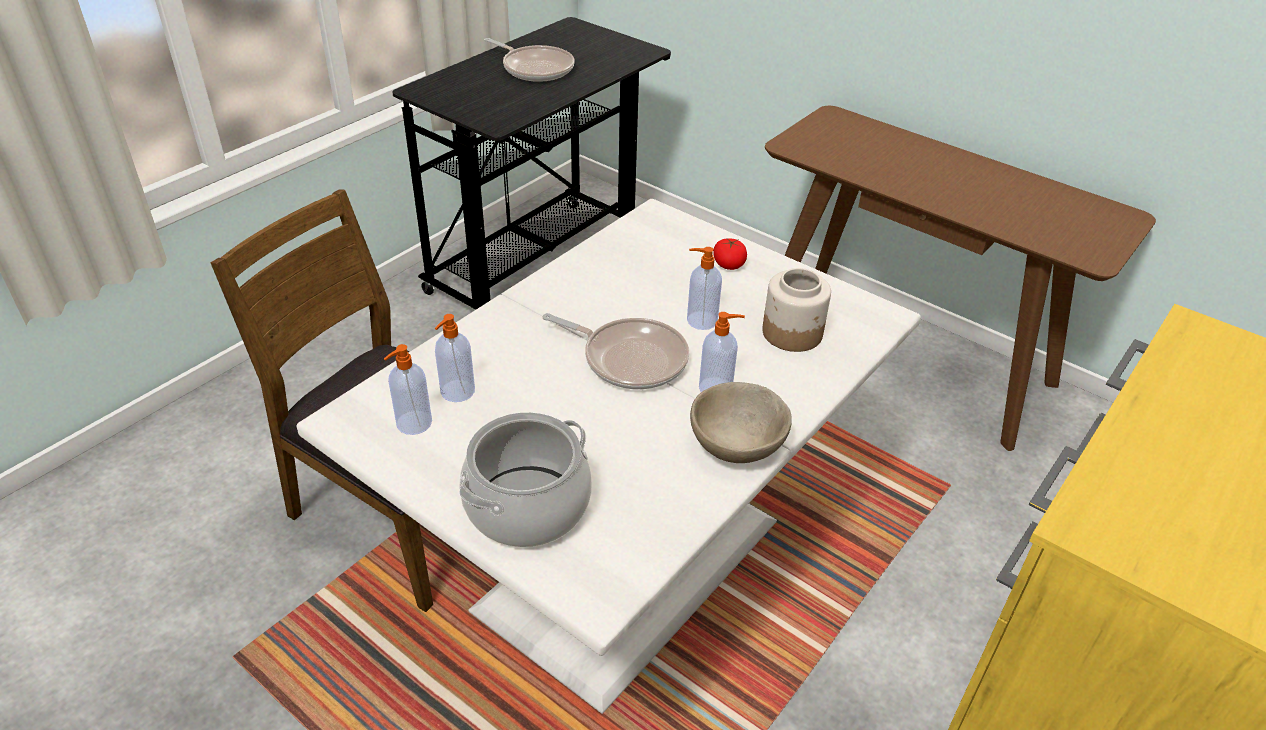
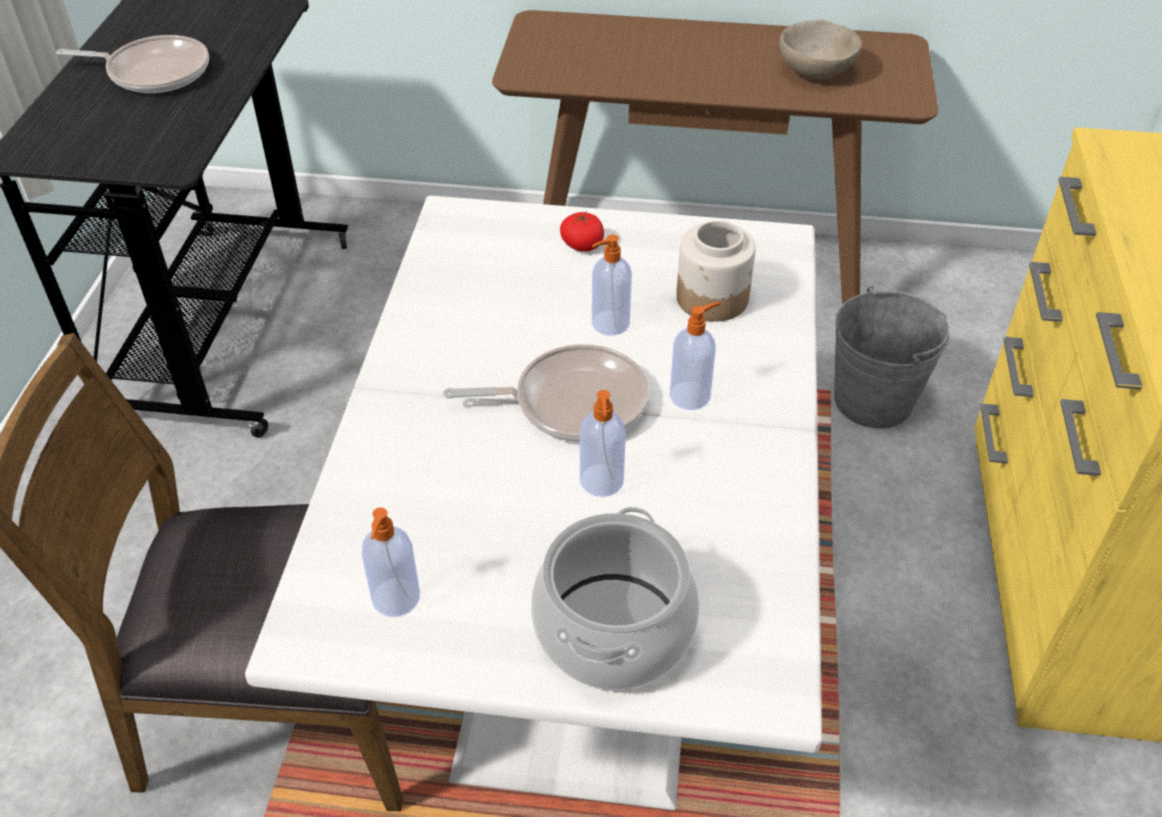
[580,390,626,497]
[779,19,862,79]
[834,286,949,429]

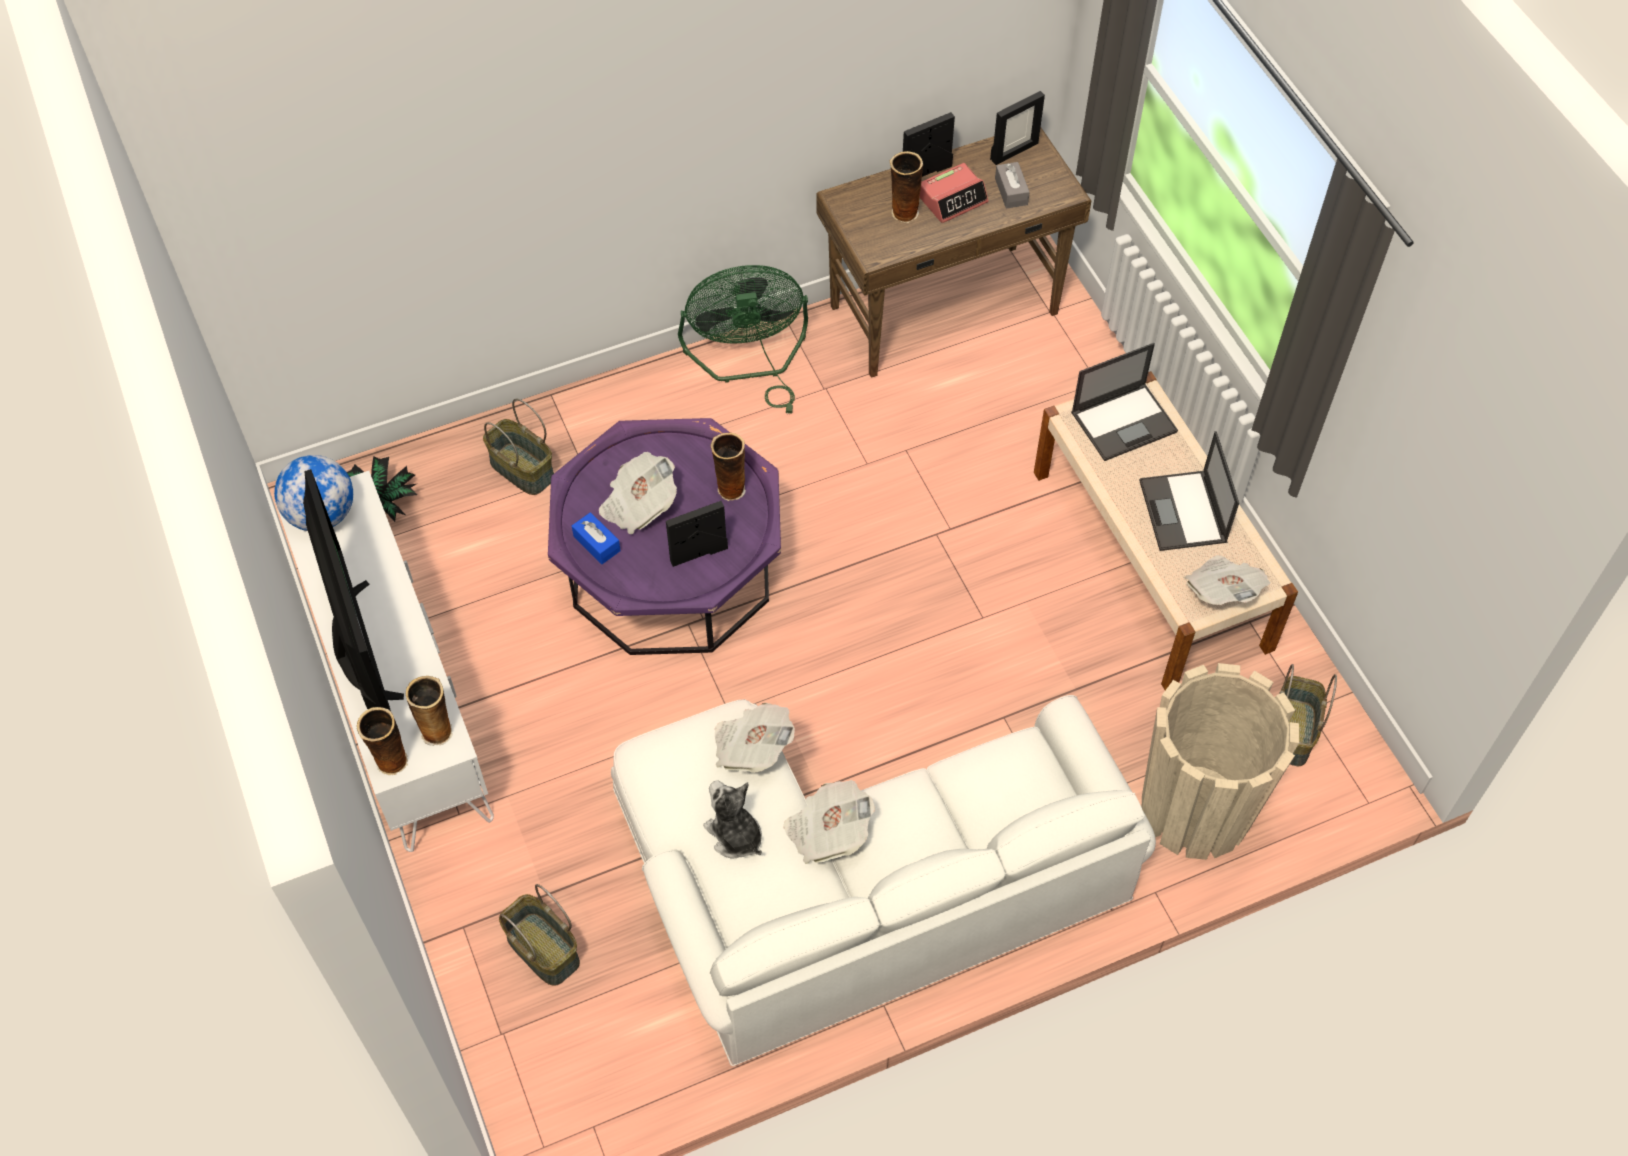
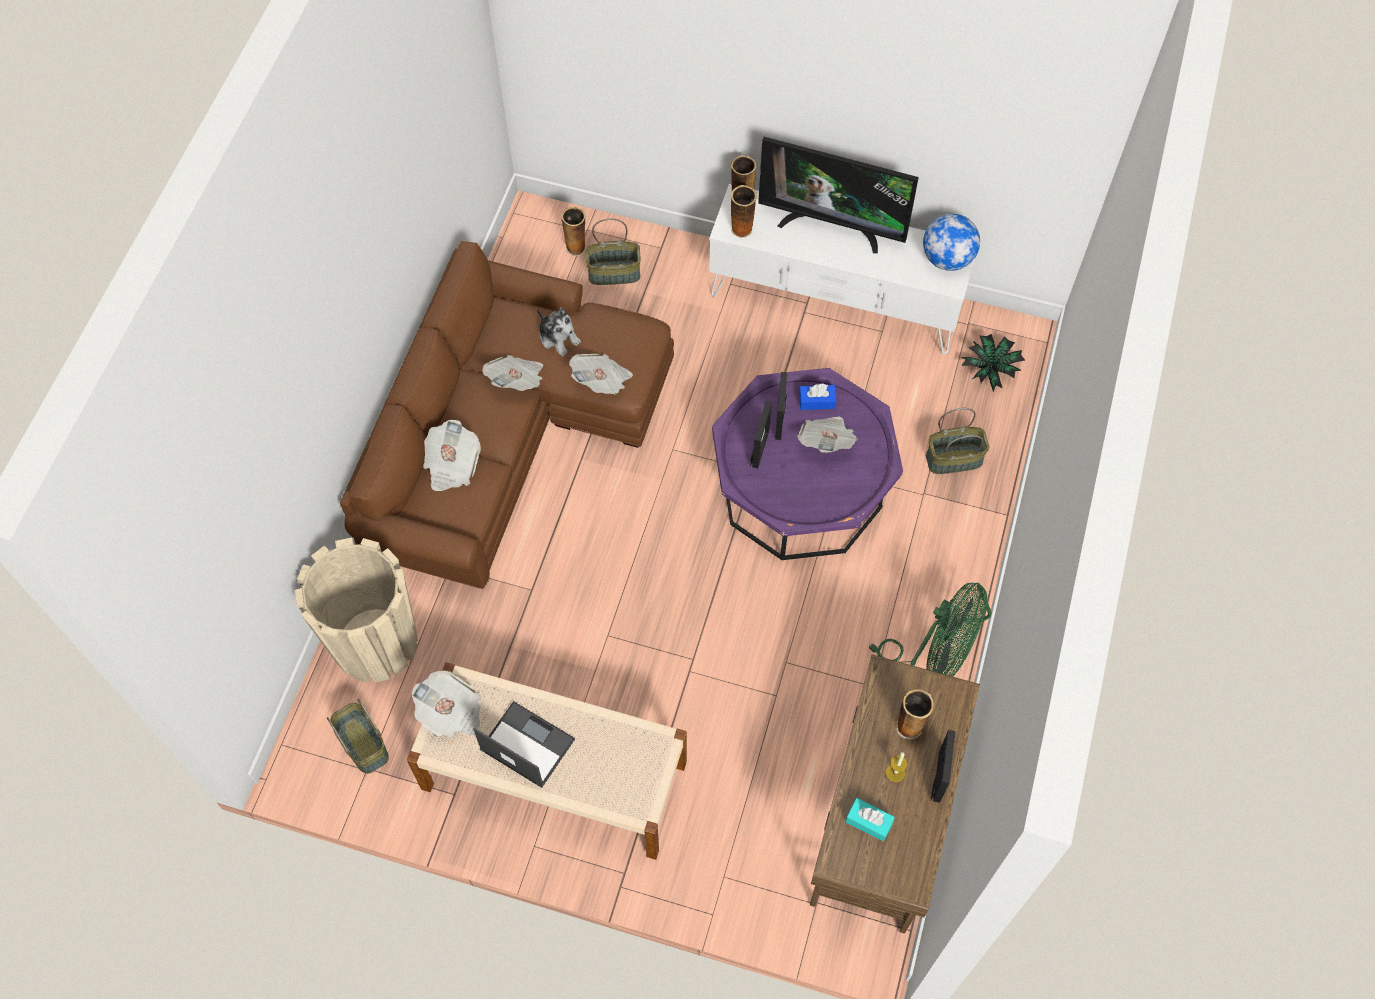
[340,241,674,589]
[537,307,581,357]
[561,207,586,256]
[886,752,907,782]
[775,372,787,440]
[845,798,895,841]
[1071,343,1178,461] (first image)
[423,420,481,491]

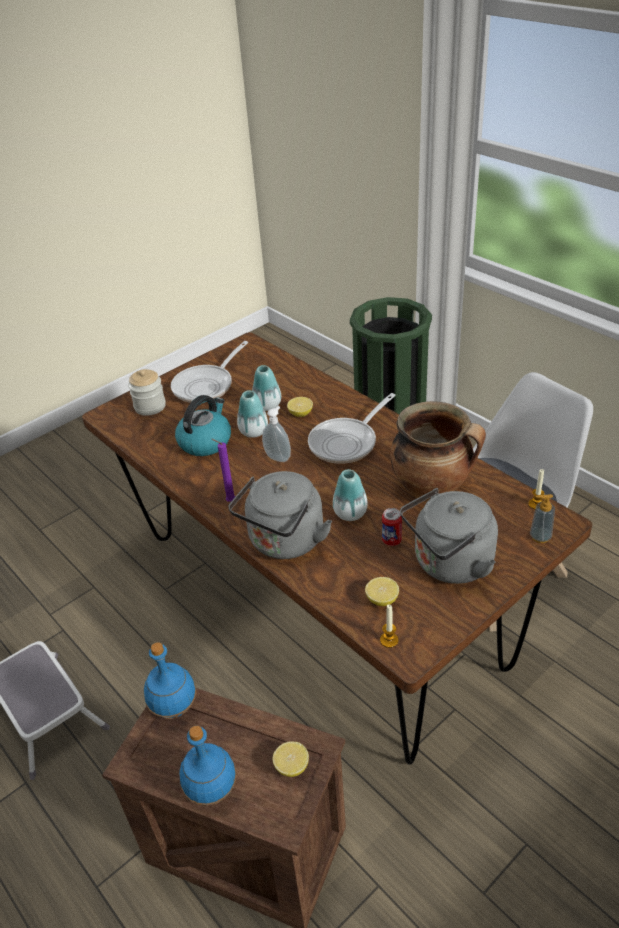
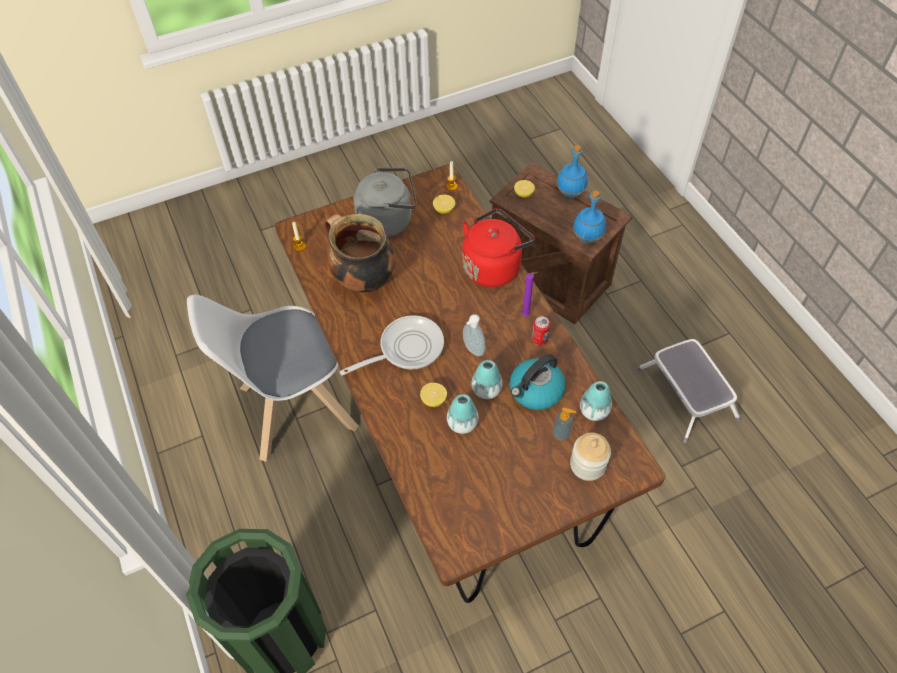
[171,341,248,403] (first image)
[462,208,535,287]
[580,381,612,421]
[532,317,550,345]
[552,407,576,441]

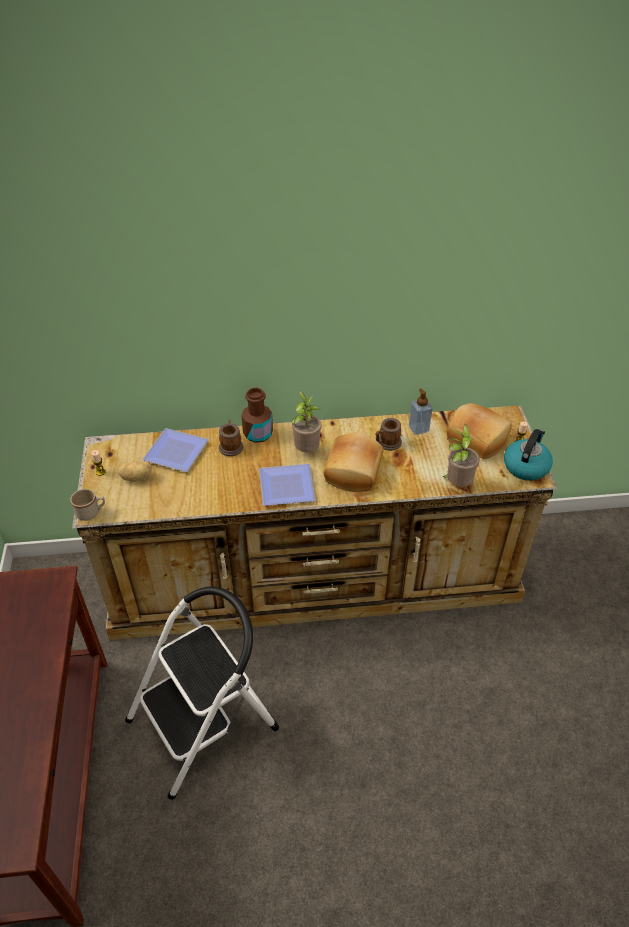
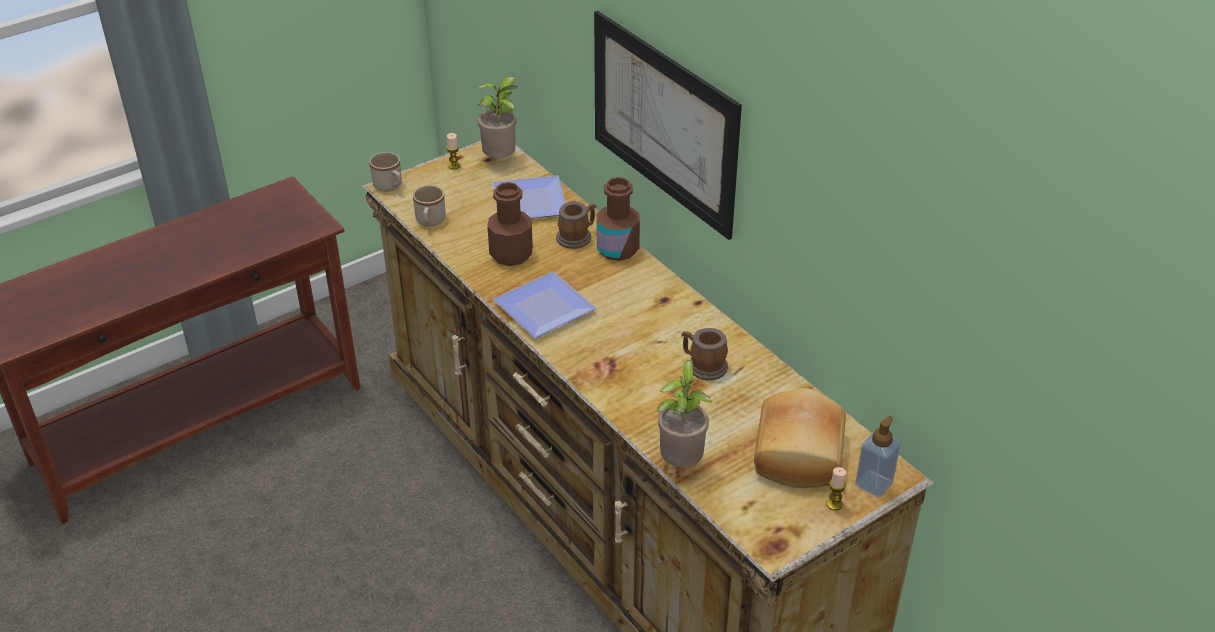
[118,461,152,482] (first image)
[125,586,279,800] (first image)
[477,76,518,158]
[324,432,383,492] (first image)
[855,416,901,497]
[504,429,553,481] (first image)
[413,185,446,226]
[487,182,533,266]
[594,10,742,240]

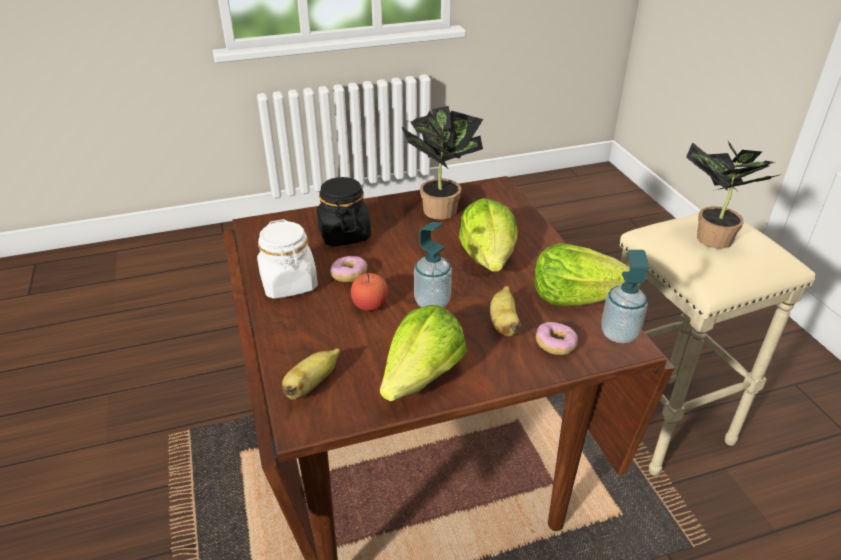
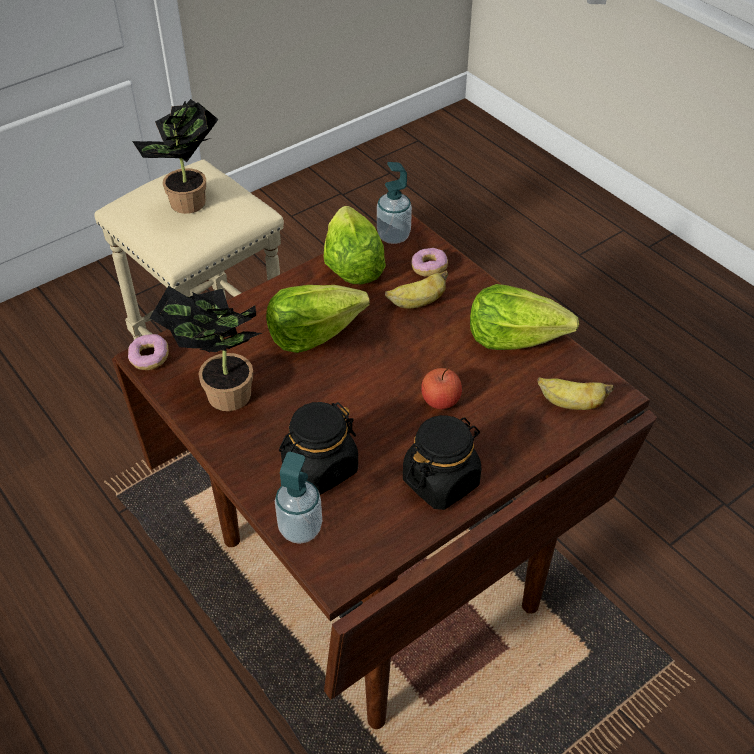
[403,415,481,510]
[128,334,169,370]
[275,452,322,544]

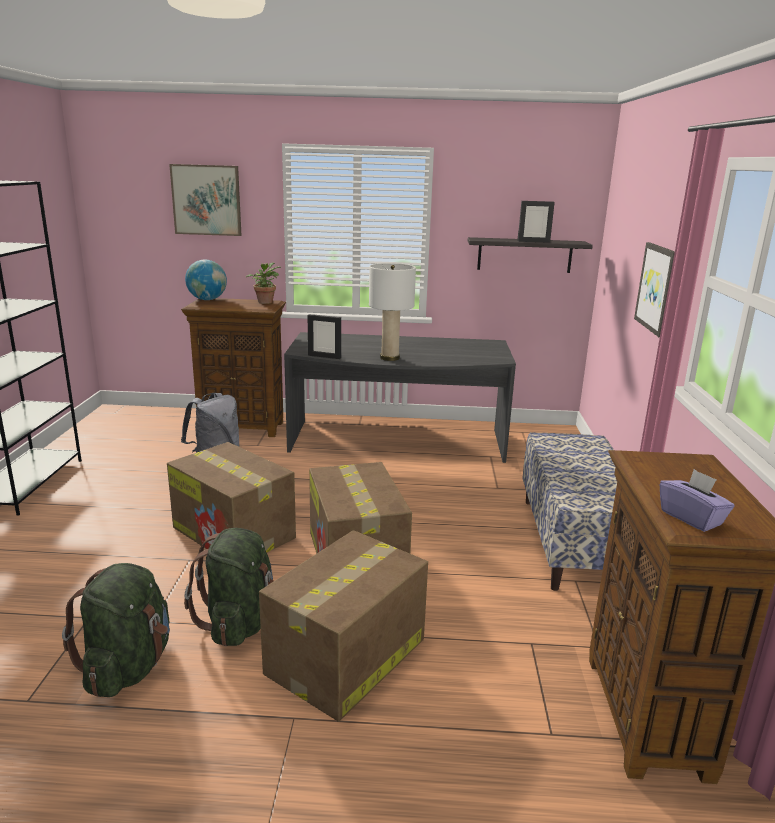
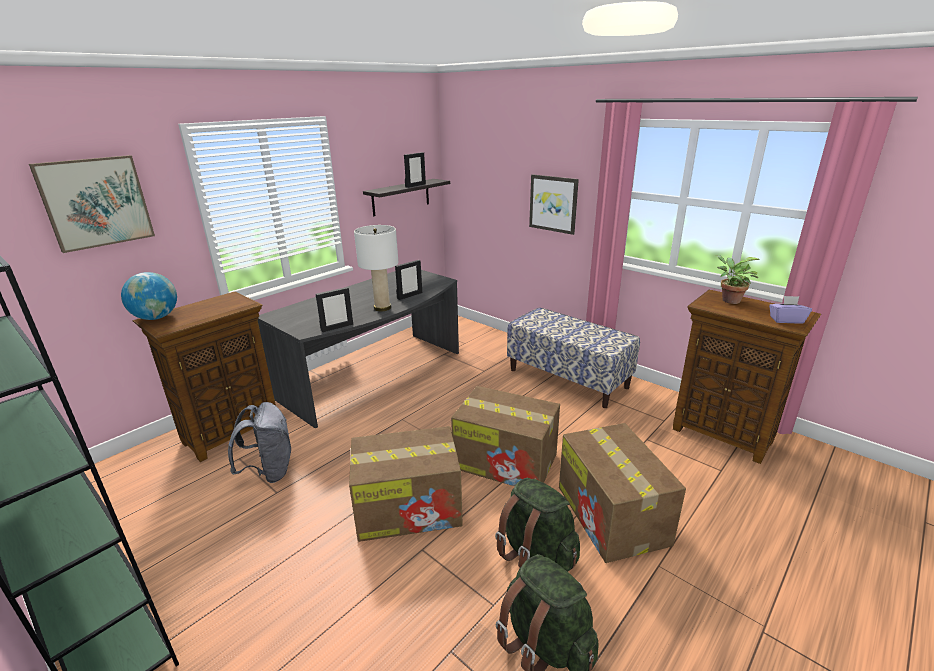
[716,255,759,304]
[395,260,422,300]

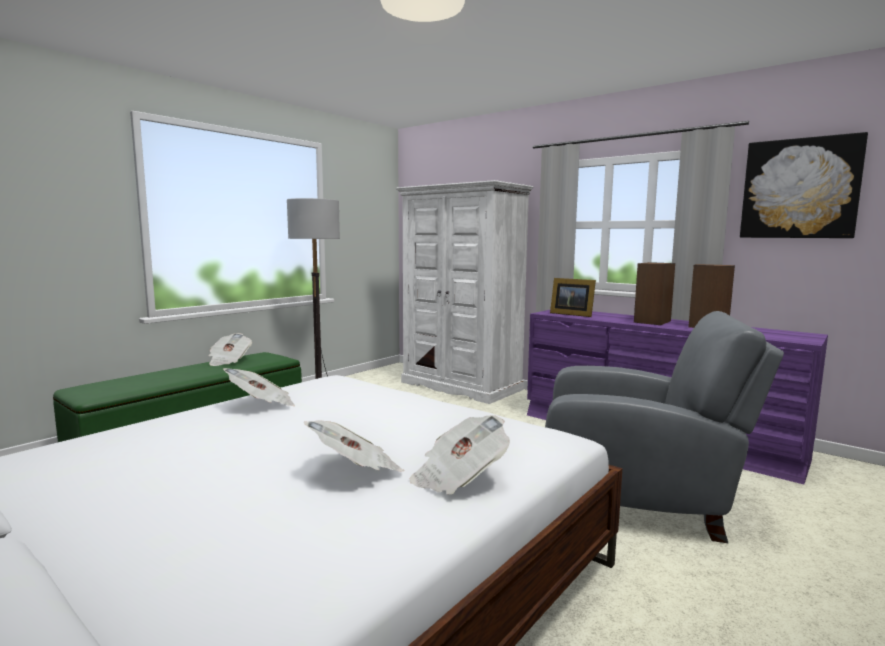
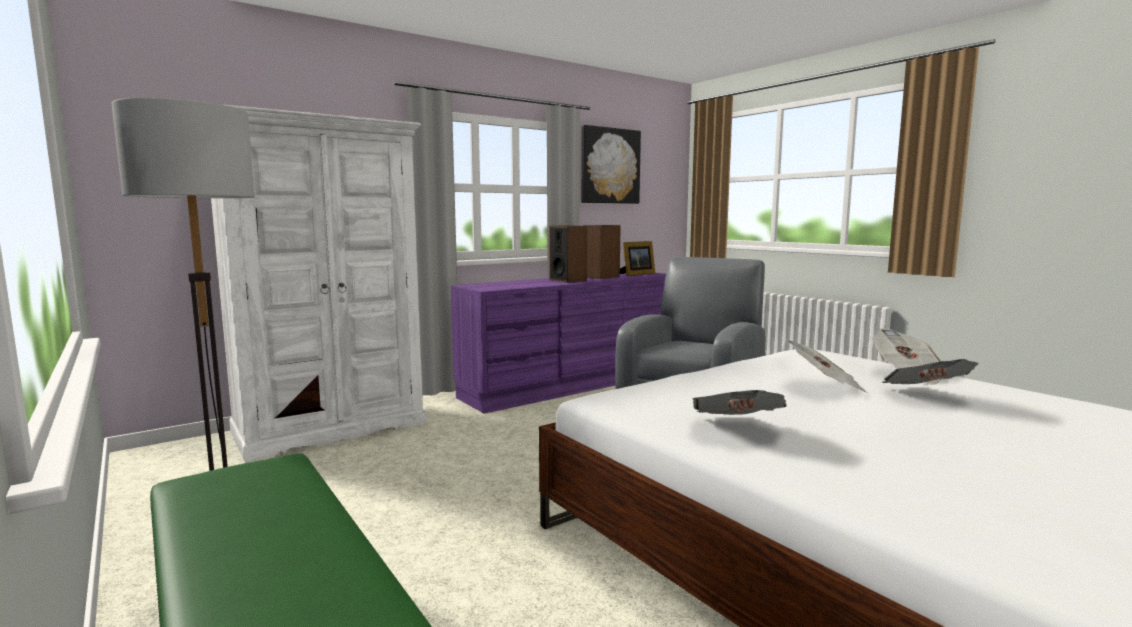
[786,339,868,393]
[620,241,655,276]

